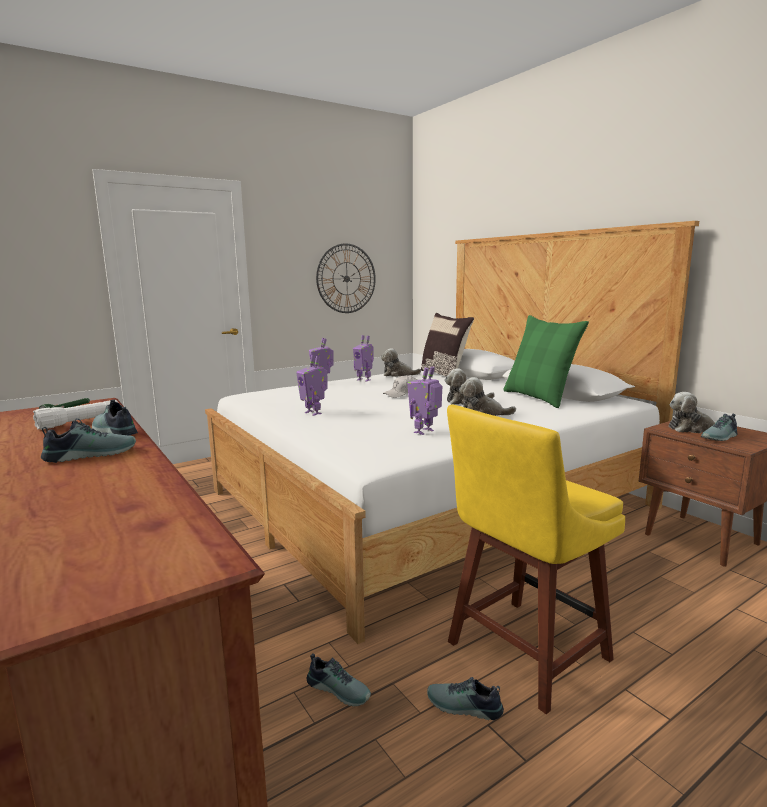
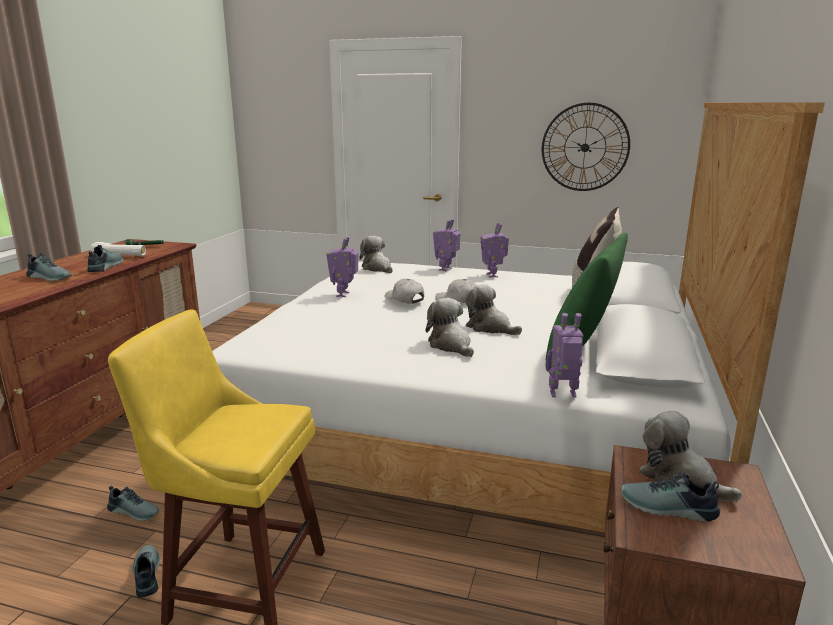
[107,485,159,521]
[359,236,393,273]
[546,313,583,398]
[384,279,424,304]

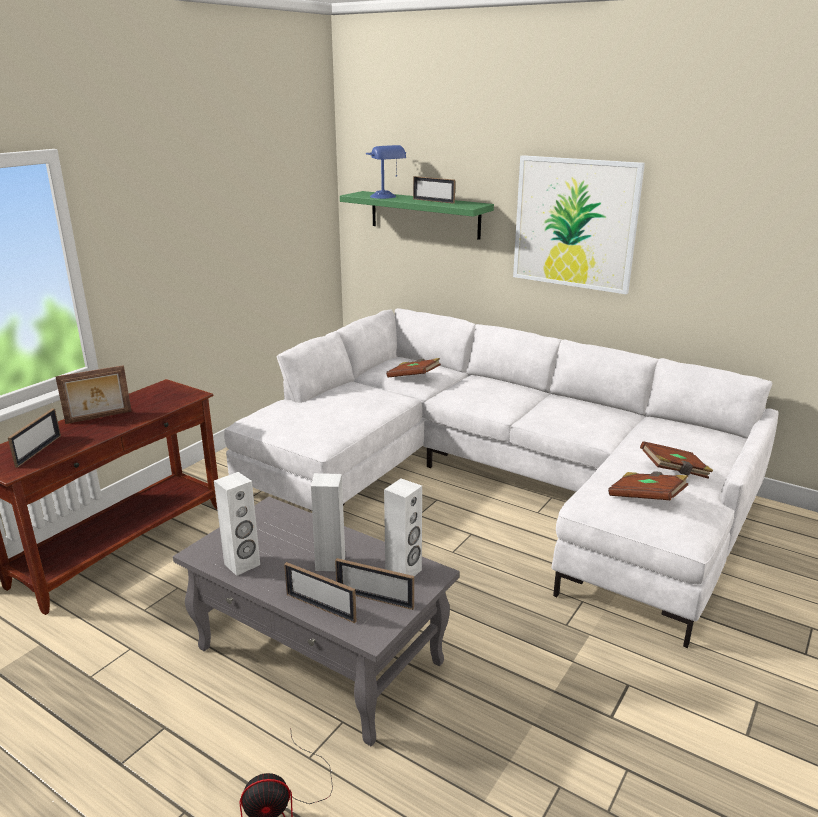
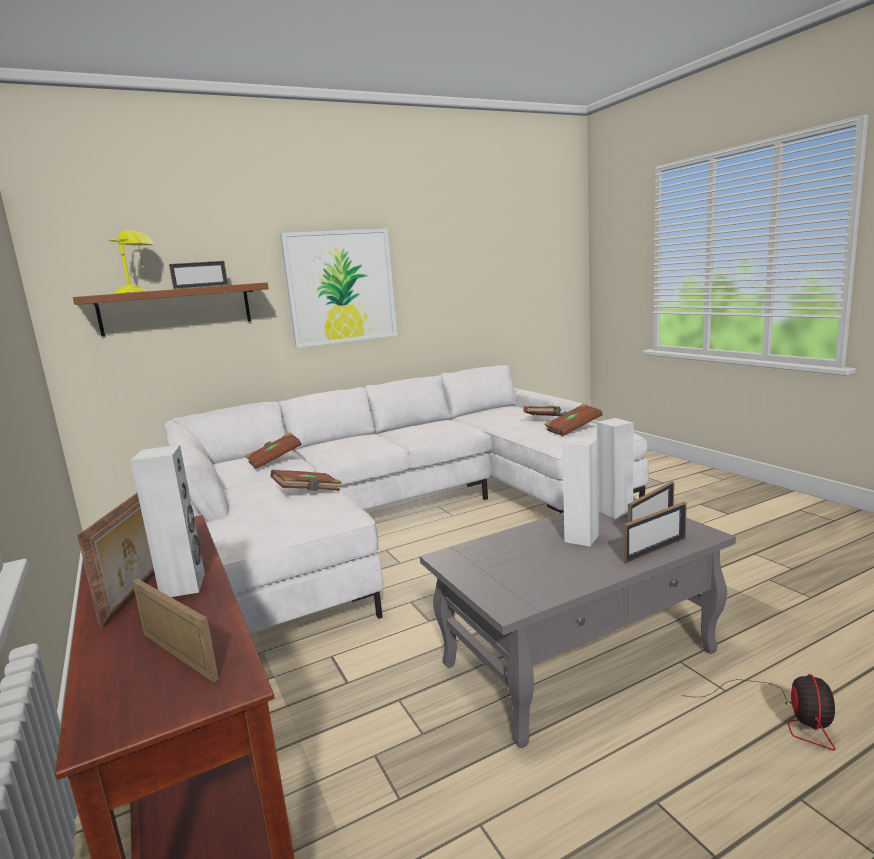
[131,445,205,597]
[73,282,269,336]
[109,230,154,294]
[270,470,342,491]

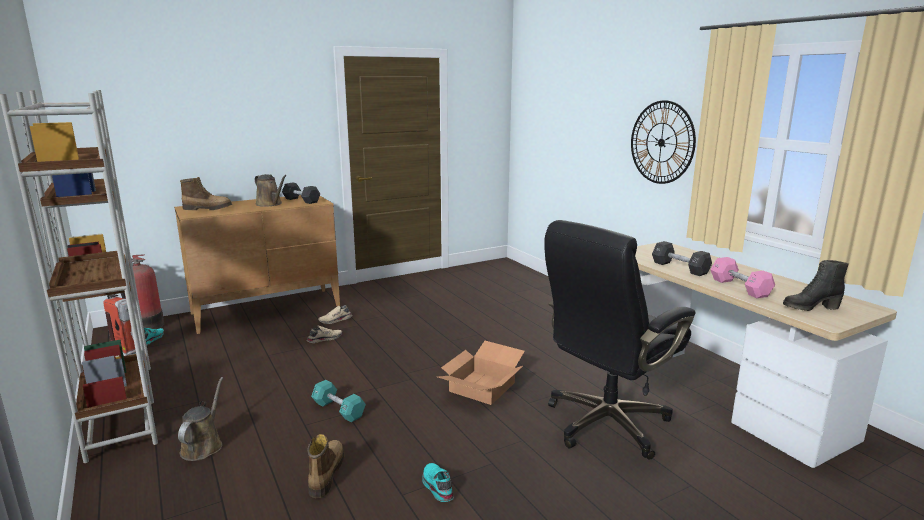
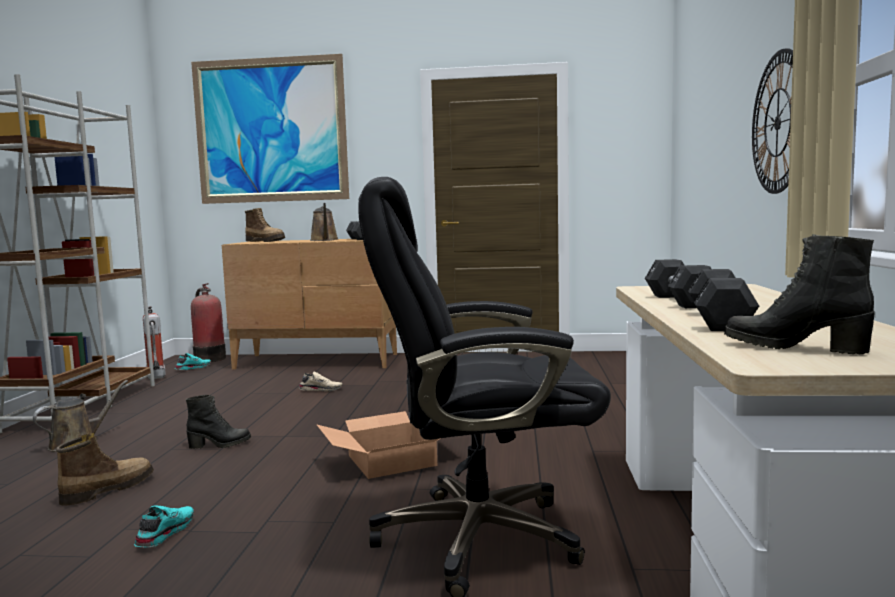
[186,395,251,449]
[318,305,352,324] (first image)
[688,269,759,331]
[191,54,349,204]

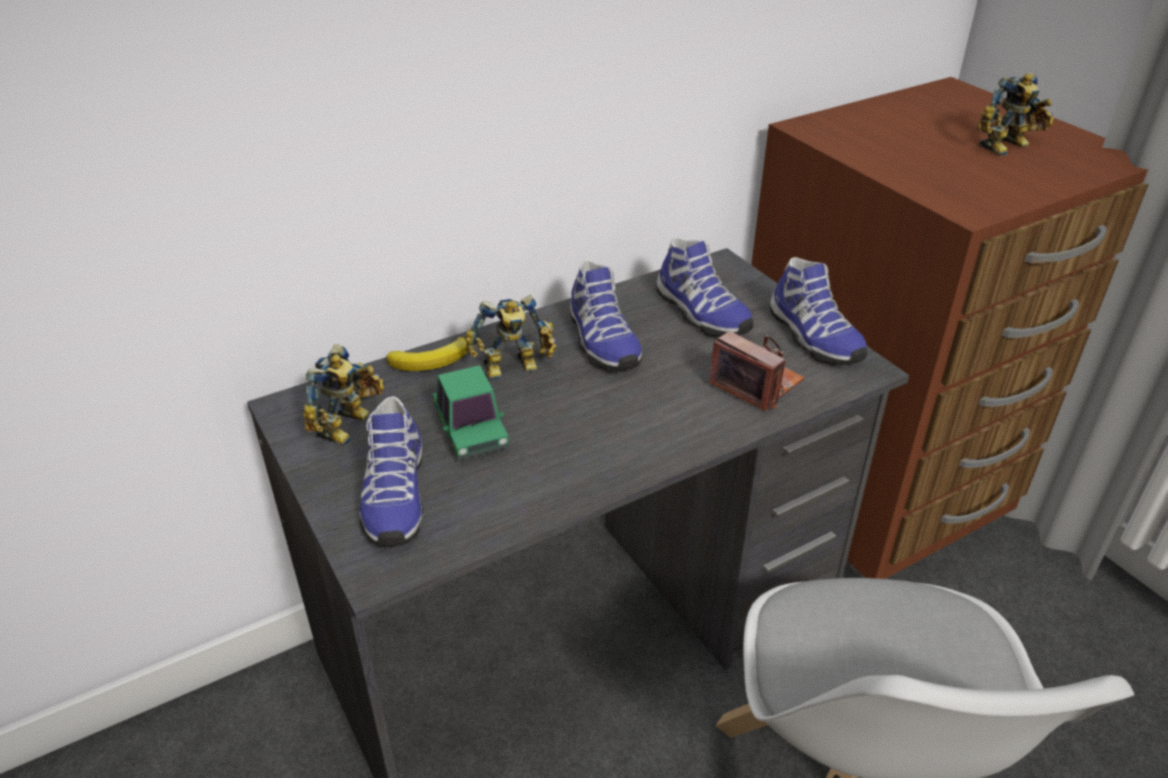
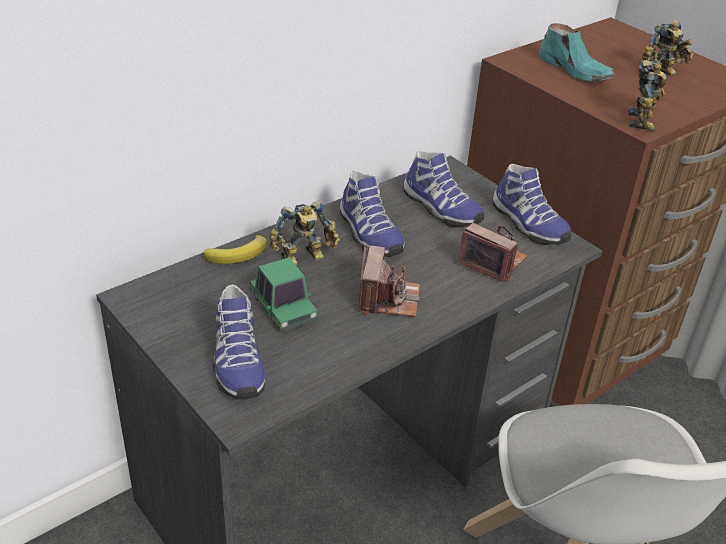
[628,60,668,131]
[358,246,420,317]
[538,23,615,81]

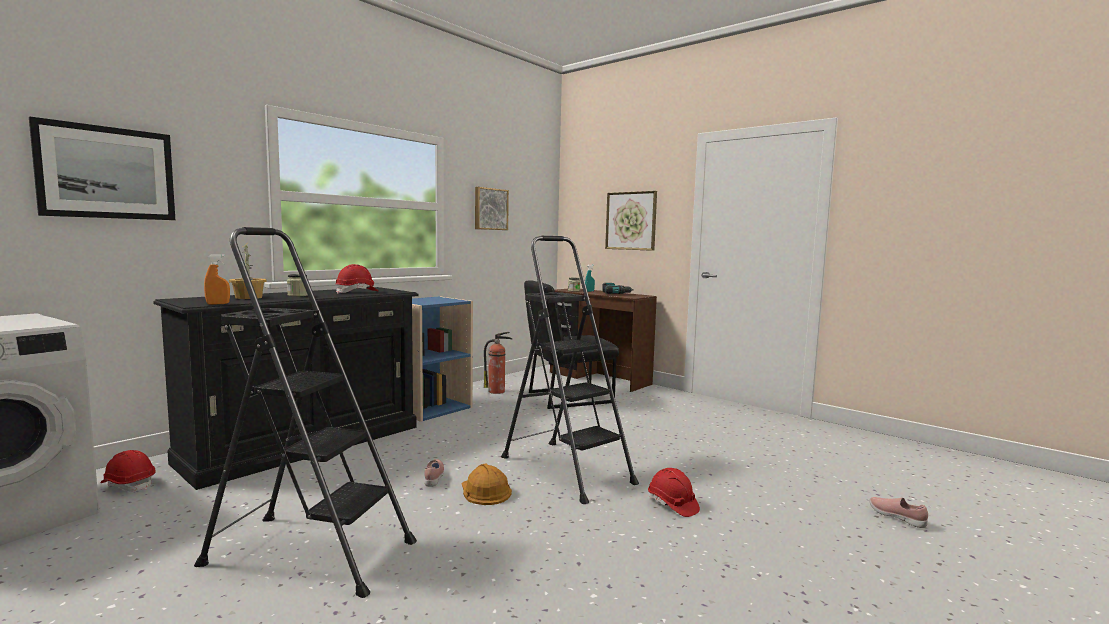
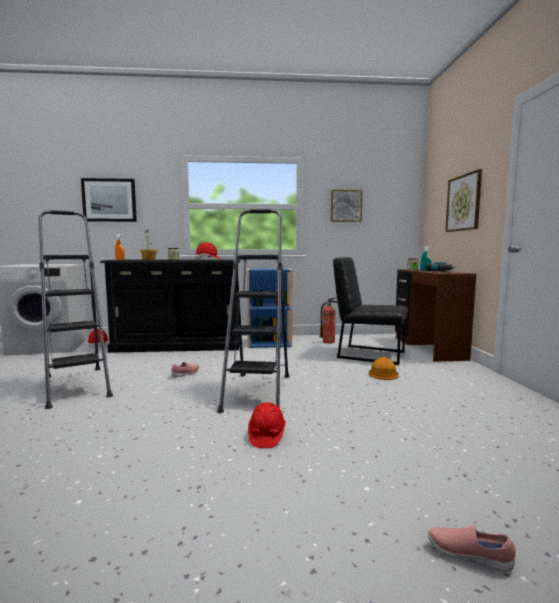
[369,357,399,380]
[427,526,516,573]

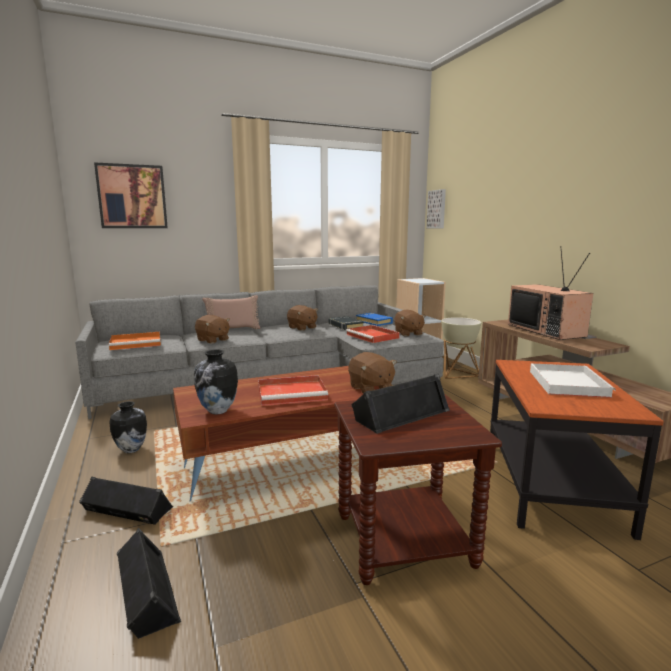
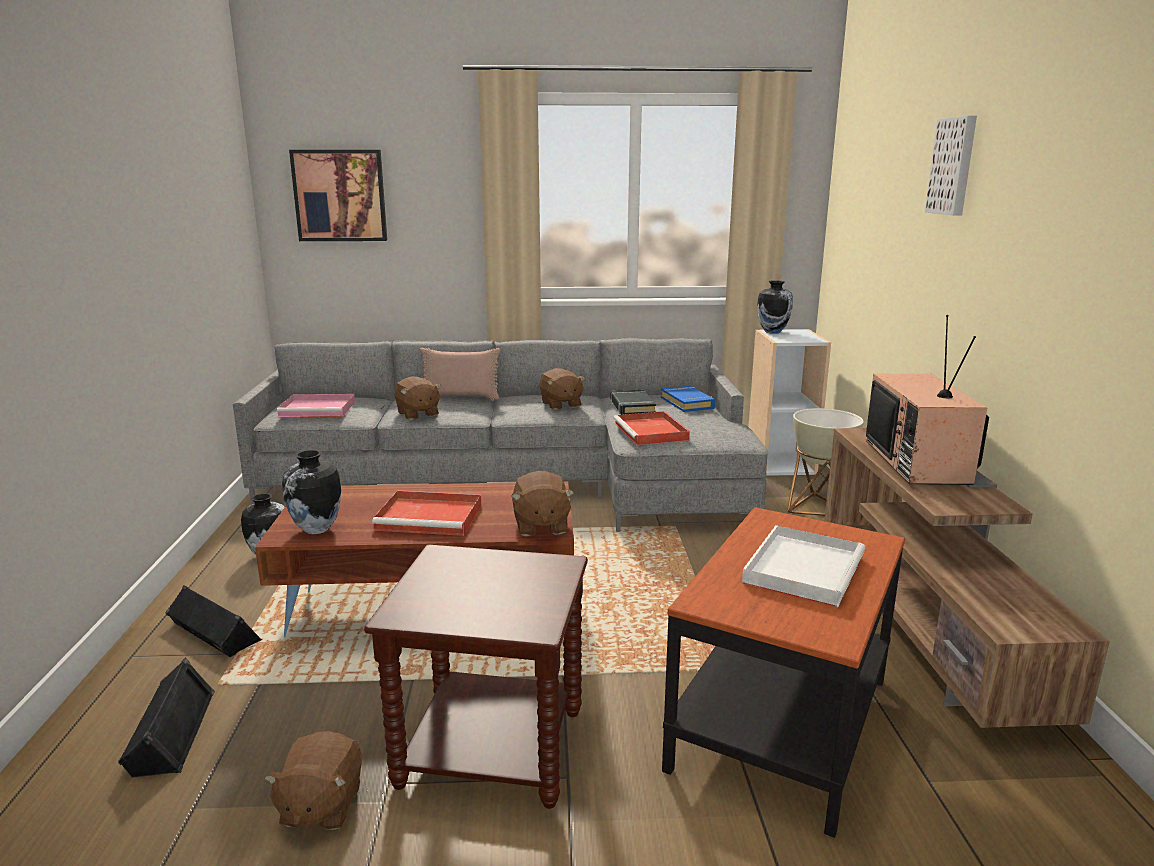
[277,394,355,417]
[351,373,450,434] (first image)
[264,731,362,830]
[925,116,977,215]
[757,280,793,334]

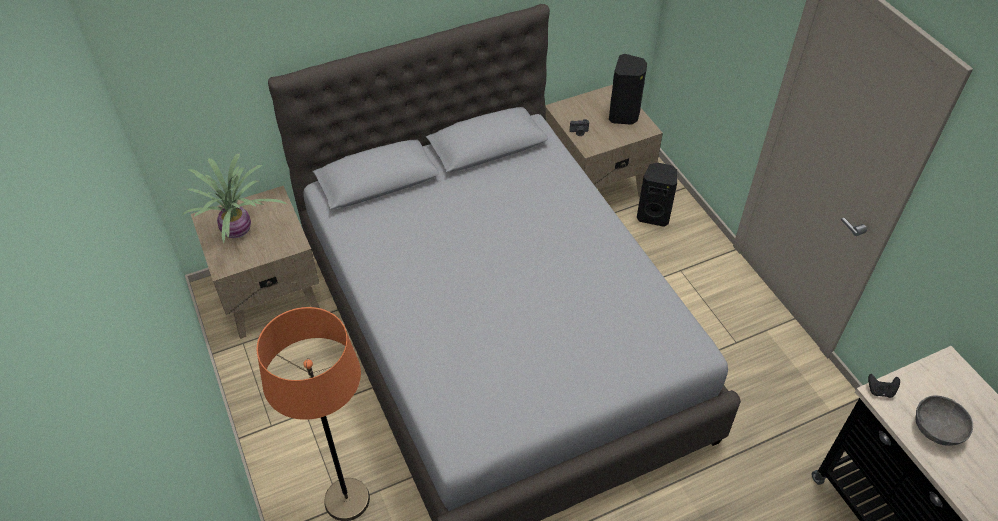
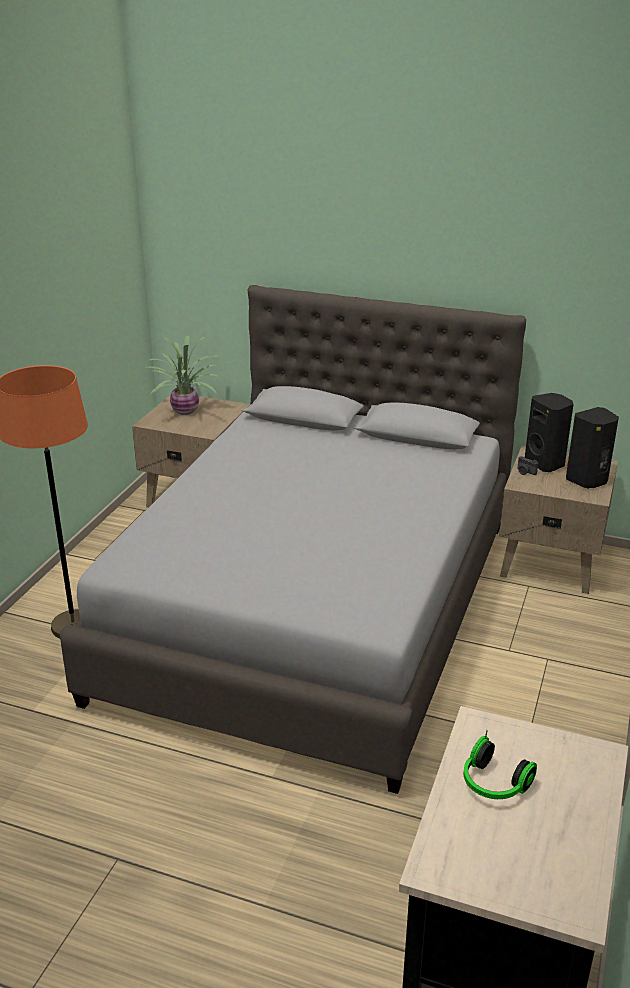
[525,393,574,472]
[868,374,900,398] (first image)
[464,730,537,799]

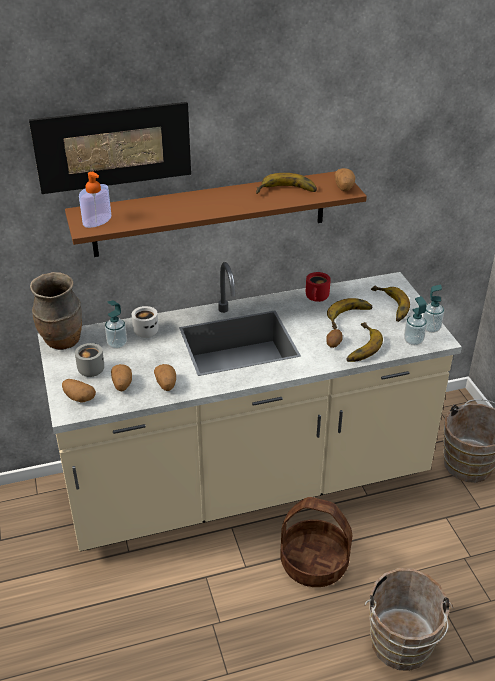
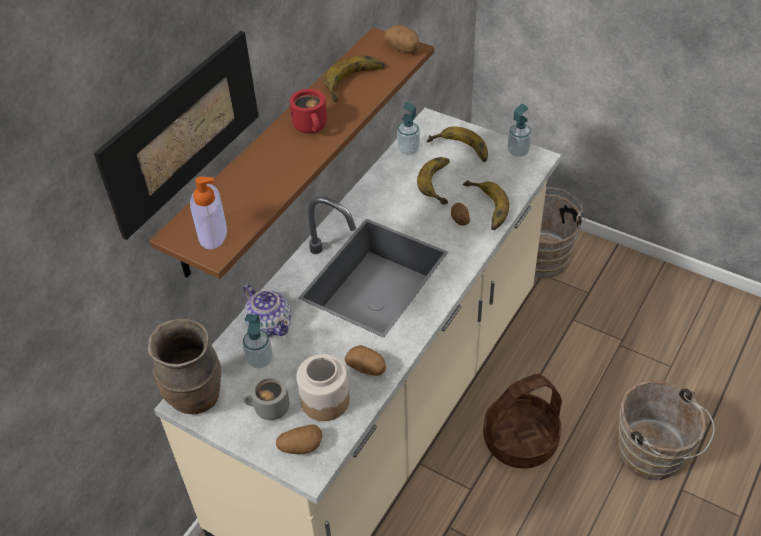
[297,354,350,421]
[243,284,291,337]
[289,89,327,134]
[397,102,420,155]

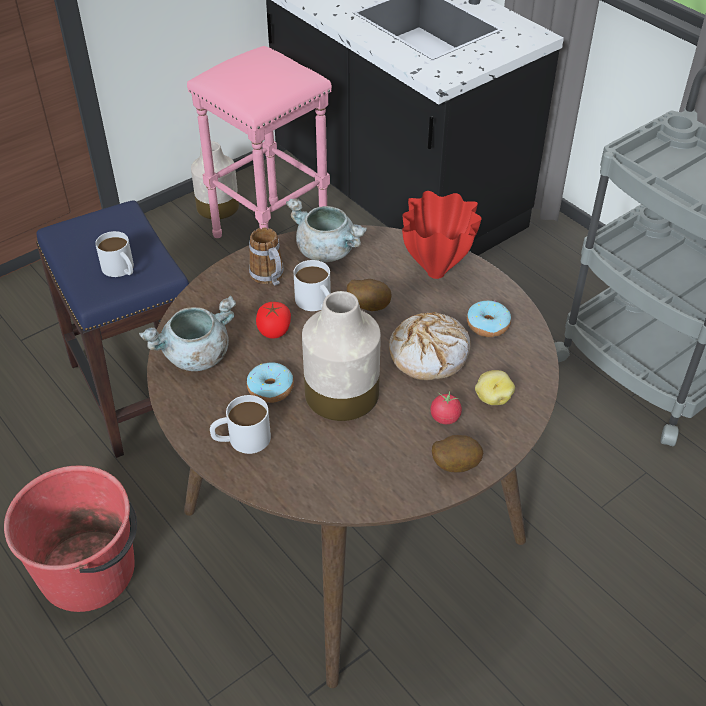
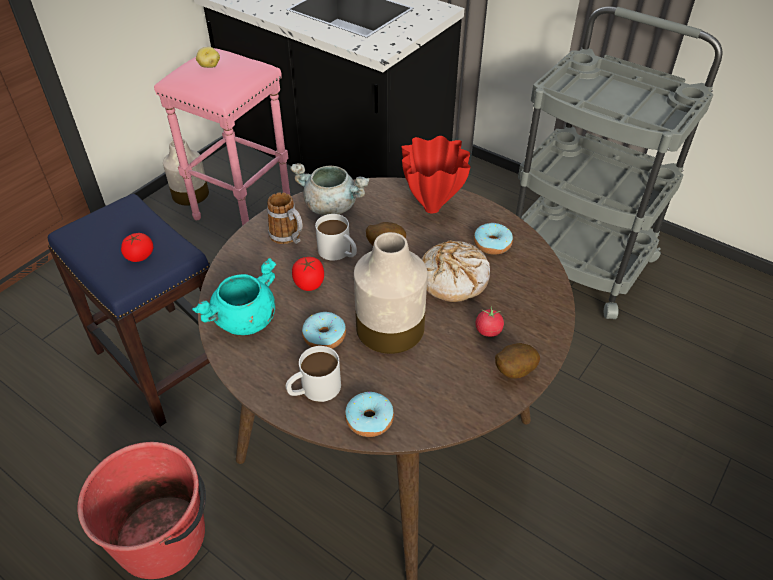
[121,233,154,262]
[192,258,276,335]
[196,47,220,68]
[345,392,394,437]

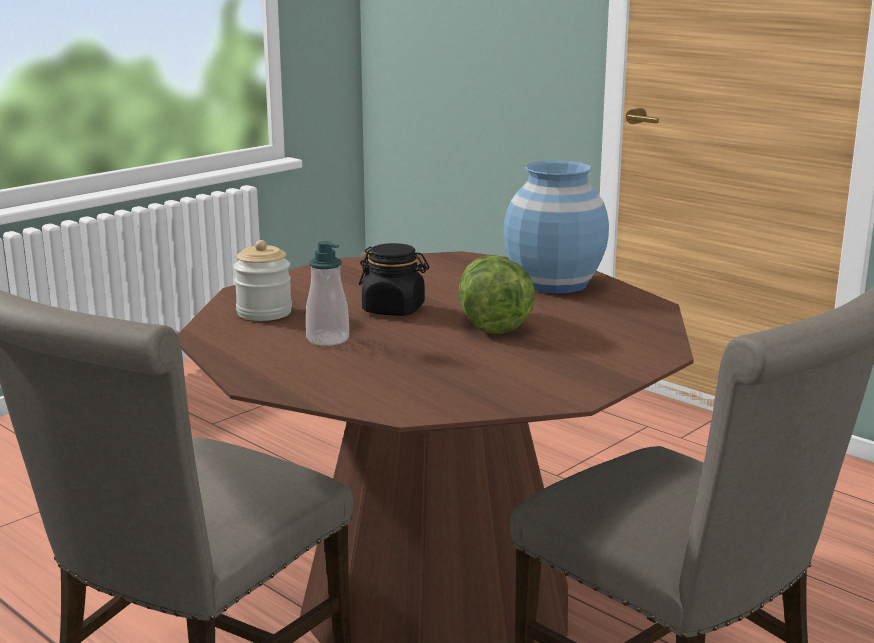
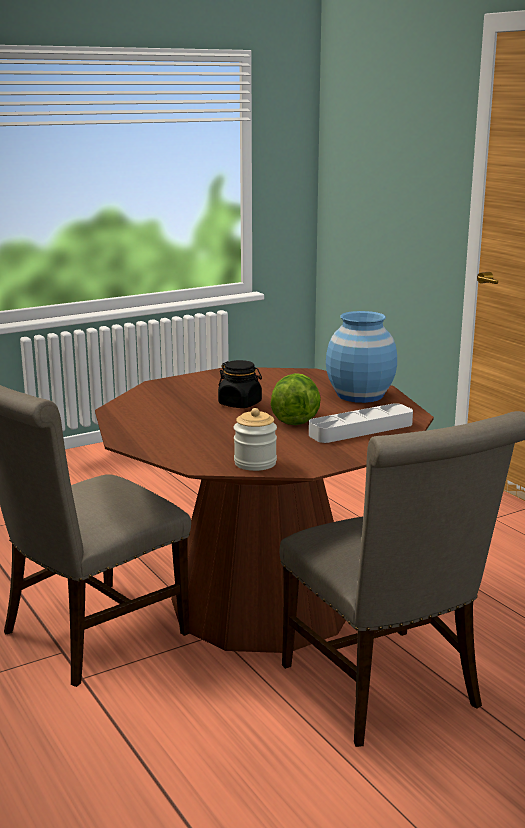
[234,408,277,471]
[306,241,349,346] (first image)
[309,403,413,443]

